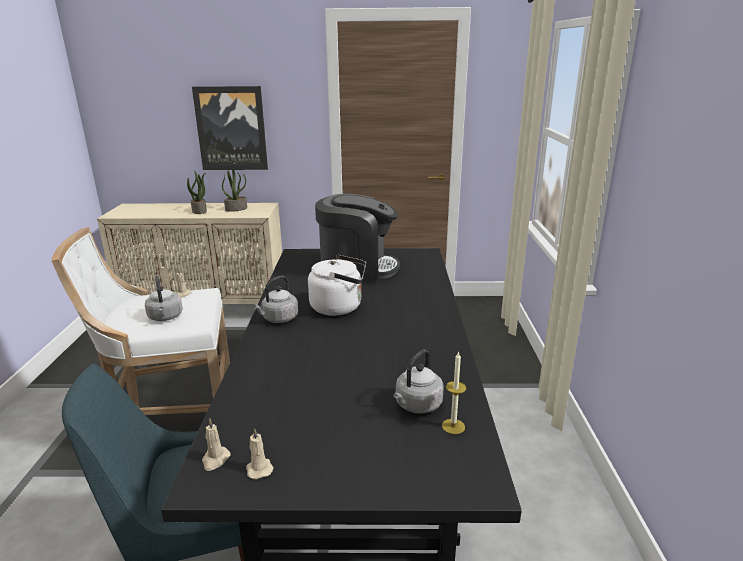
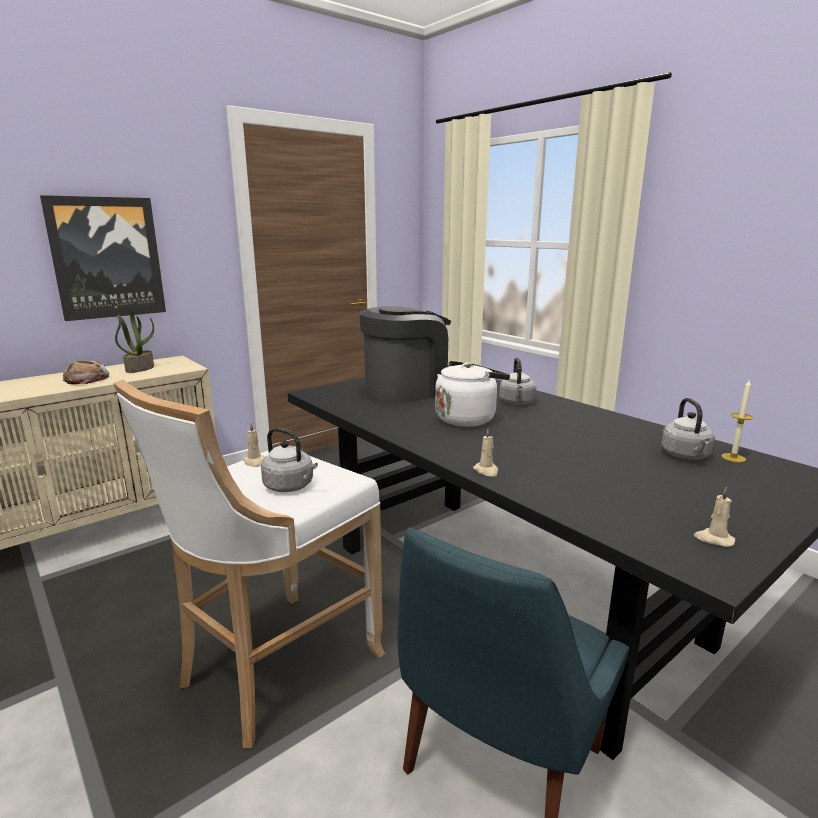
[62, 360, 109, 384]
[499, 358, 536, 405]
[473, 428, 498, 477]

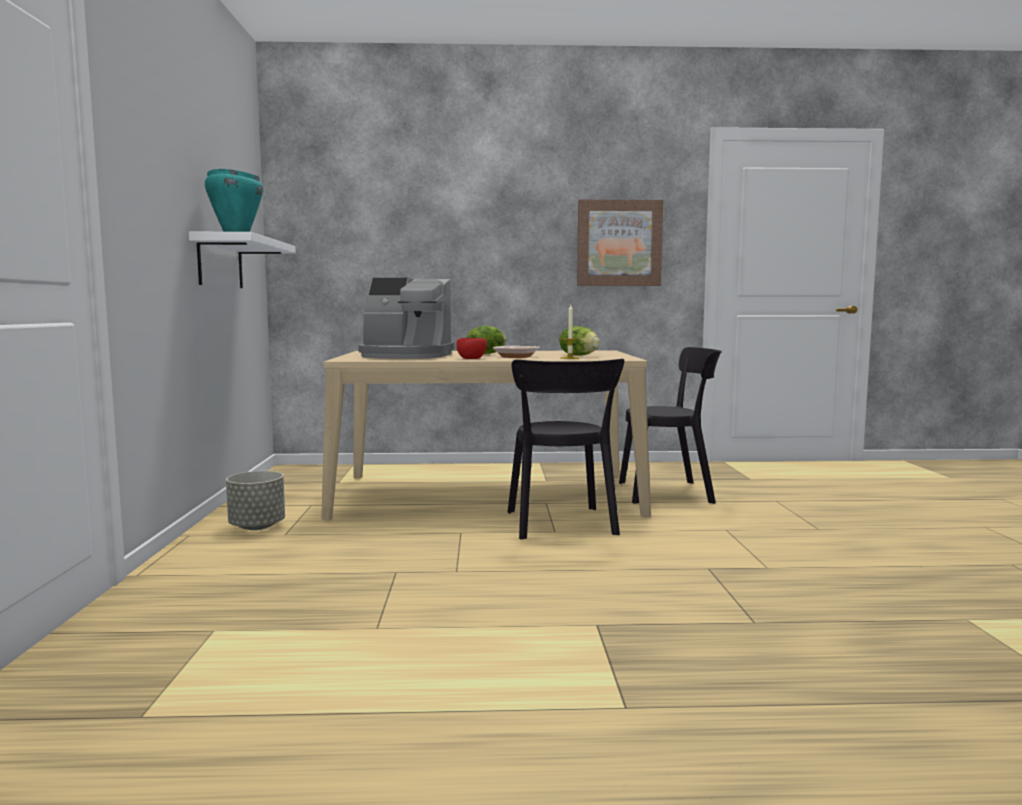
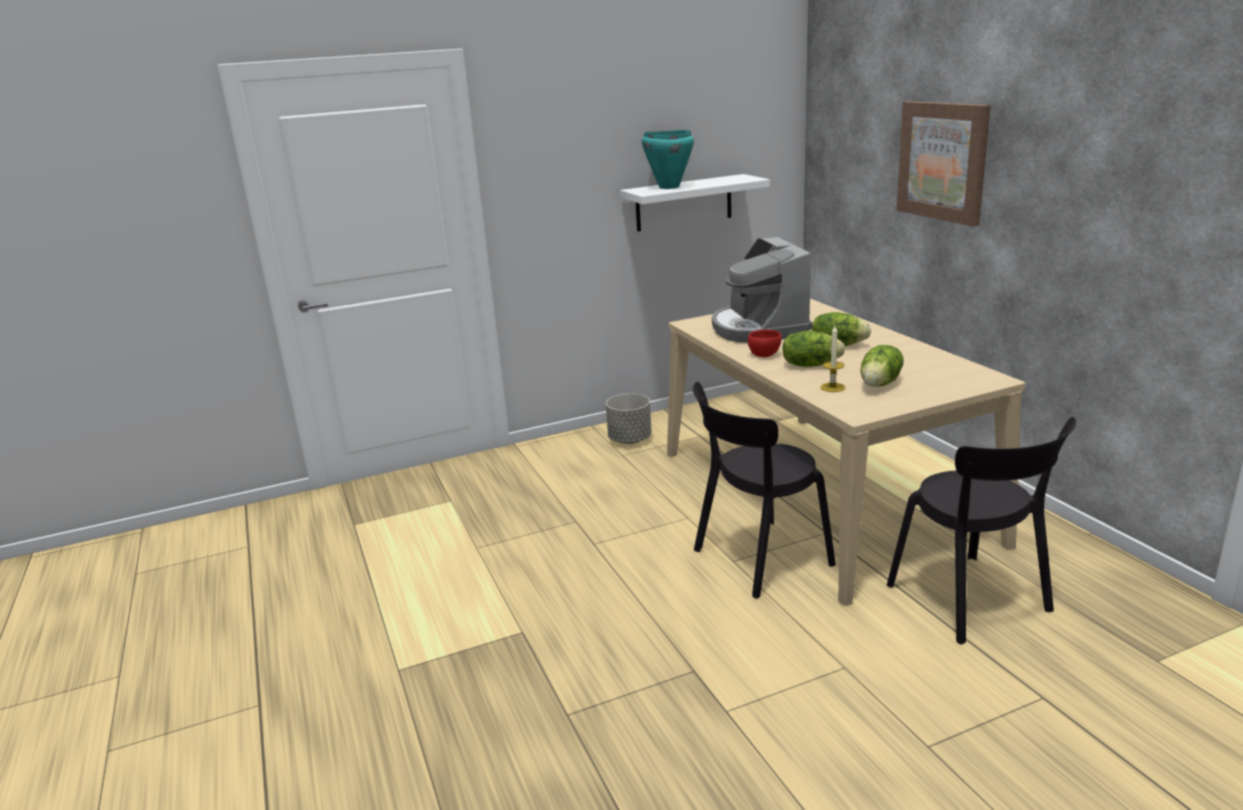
[897, 101, 991, 227]
[782, 331, 845, 367]

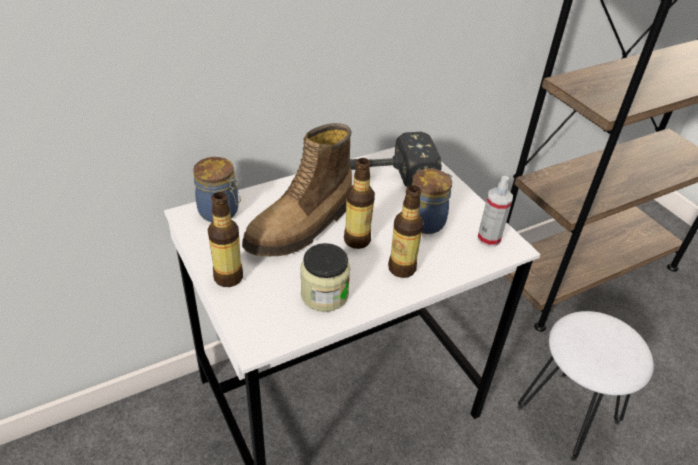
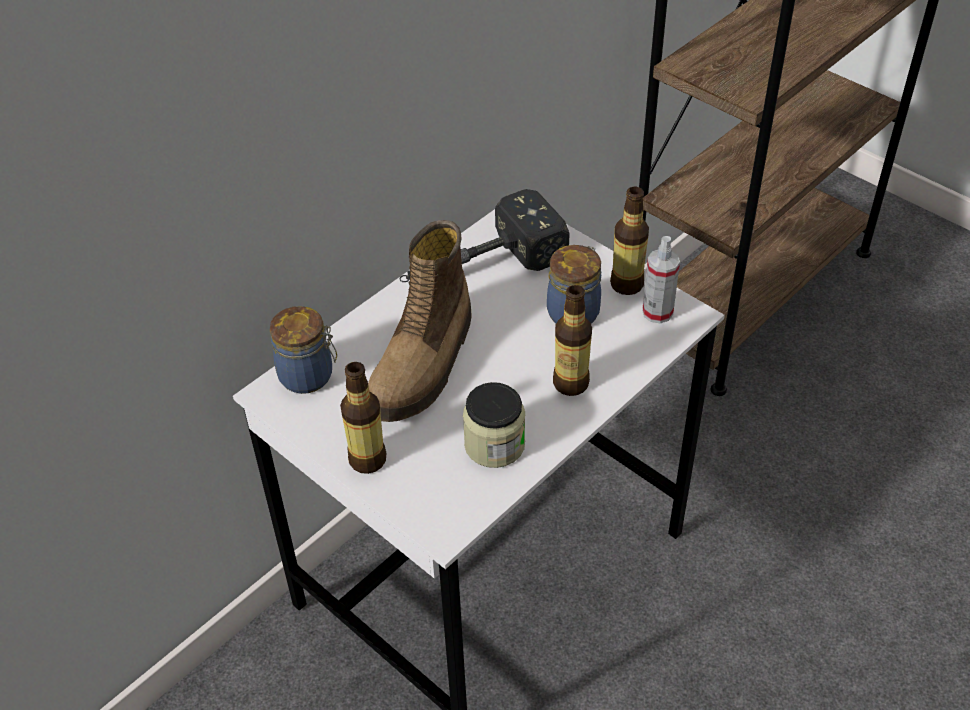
[610, 187, 649, 295]
[517, 311, 654, 462] (first image)

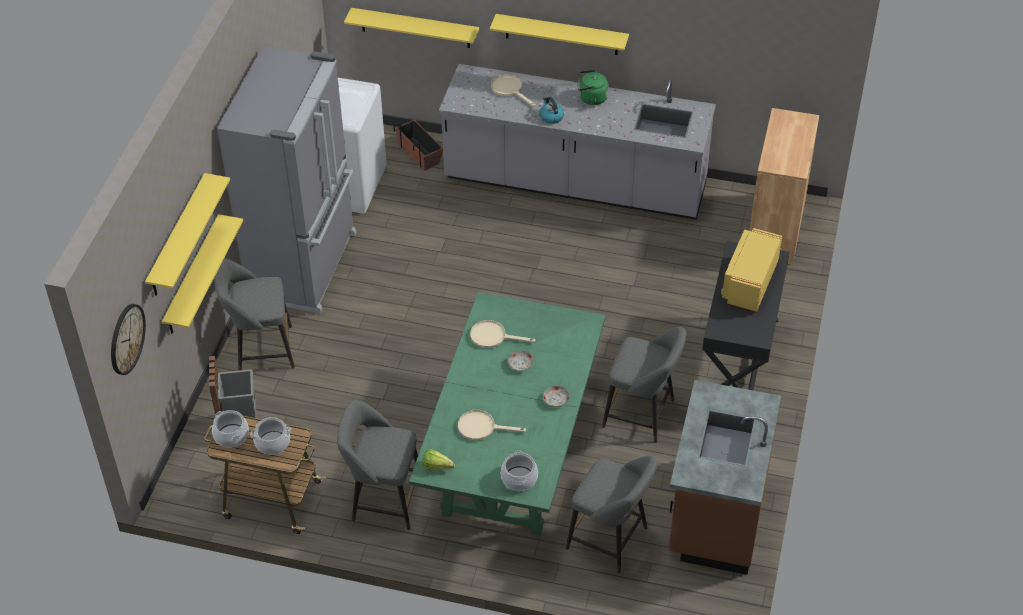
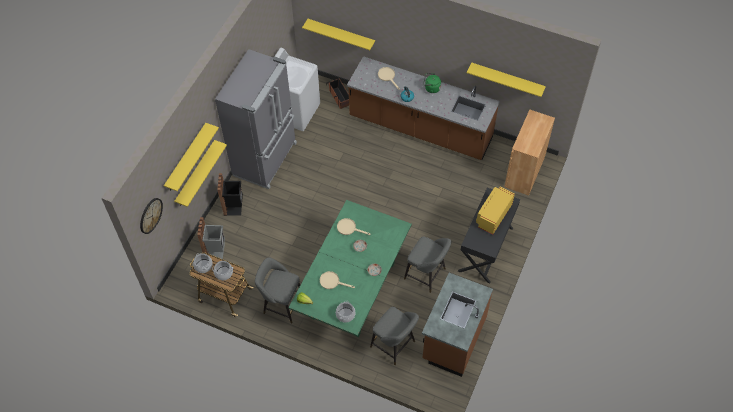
[467, 62, 546, 97]
[347, 56, 500, 160]
[217, 173, 243, 216]

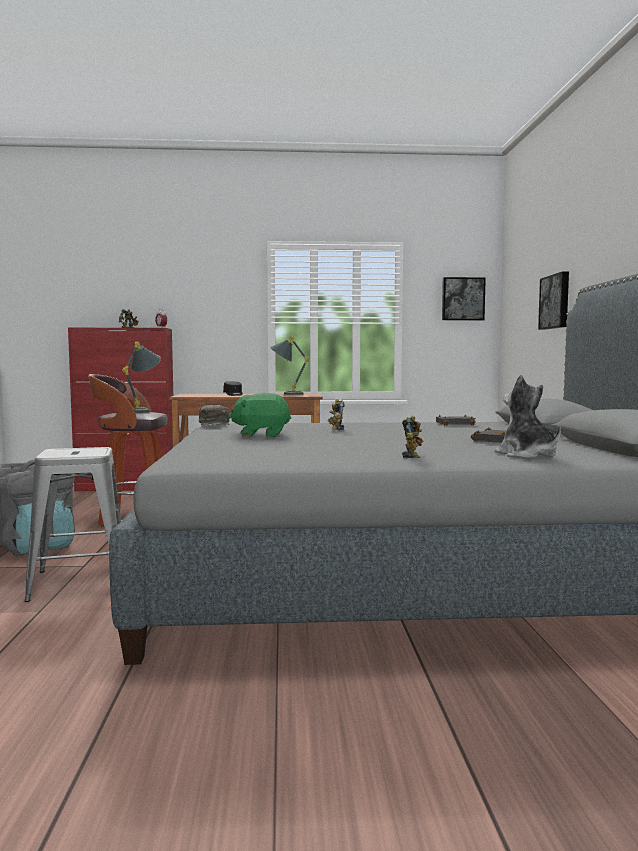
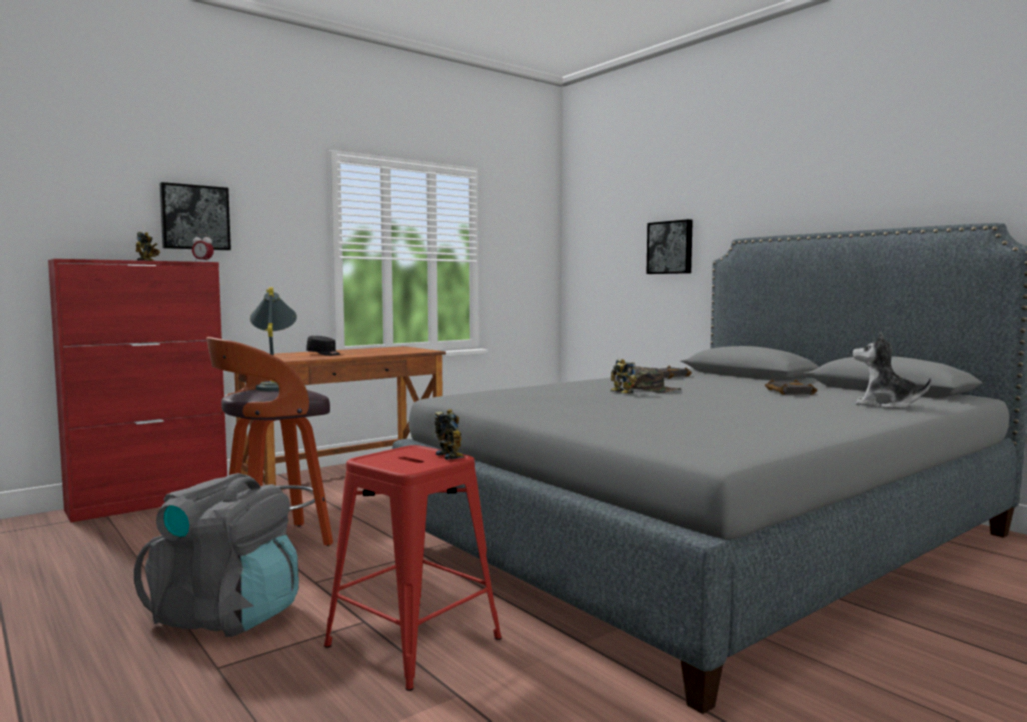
[159, 182, 231, 250]
[270, 336, 309, 395] (first image)
[228, 393, 291, 437] (first image)
[626, 366, 681, 393]
[434, 409, 464, 460]
[324, 445, 502, 691]

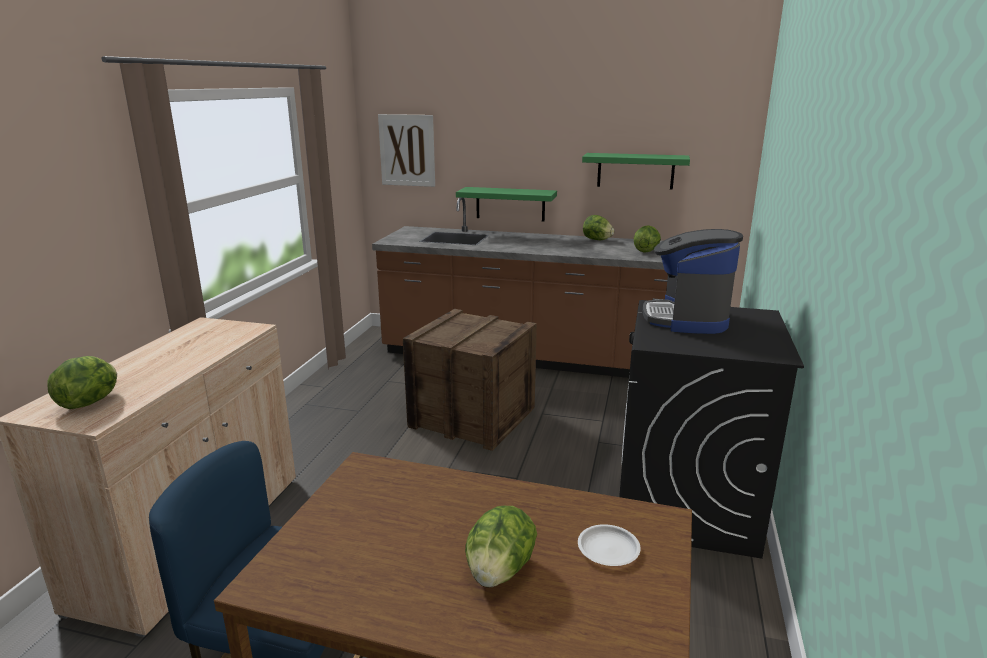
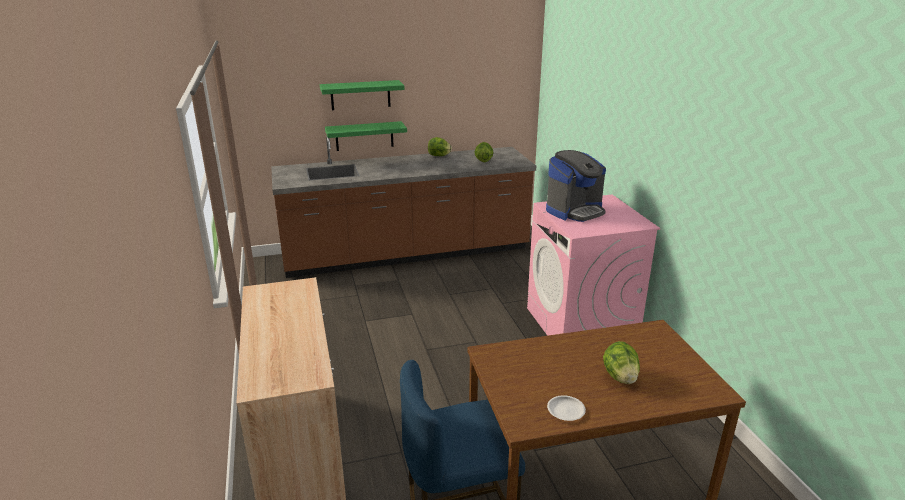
[378, 114, 435, 187] (first image)
[320, 80, 404, 110]
[546, 150, 606, 222]
[527, 195, 660, 336]
[403, 309, 537, 451] (first image)
[47, 356, 117, 409] (first image)
[547, 395, 586, 421]

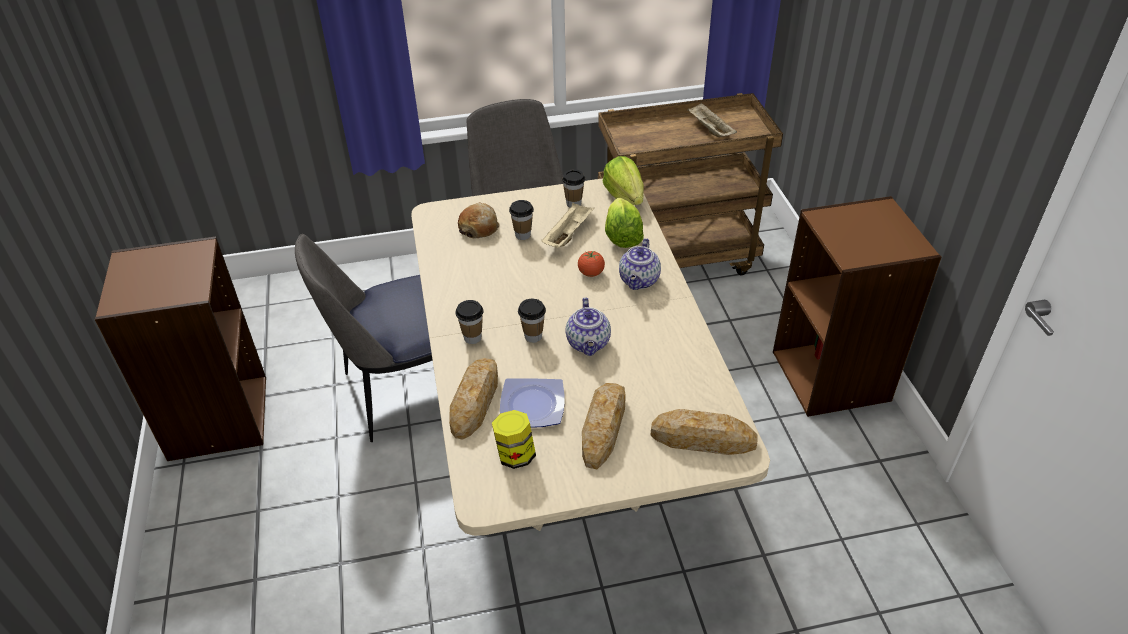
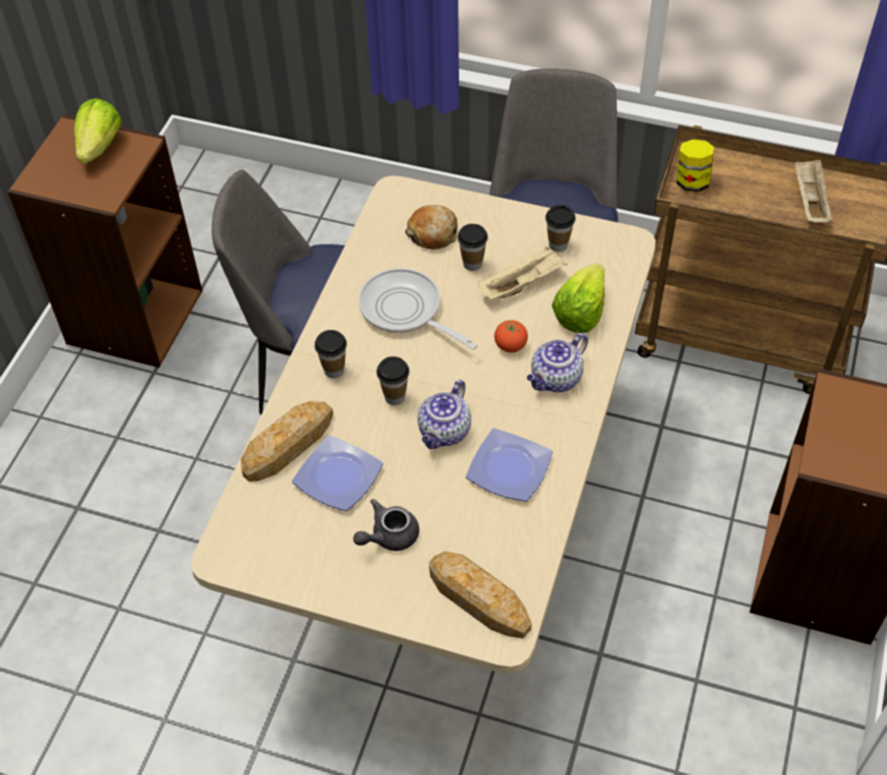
[74, 98, 122, 164]
[353, 499, 419, 551]
[677, 139, 714, 192]
[358, 268, 478, 350]
[466, 428, 553, 502]

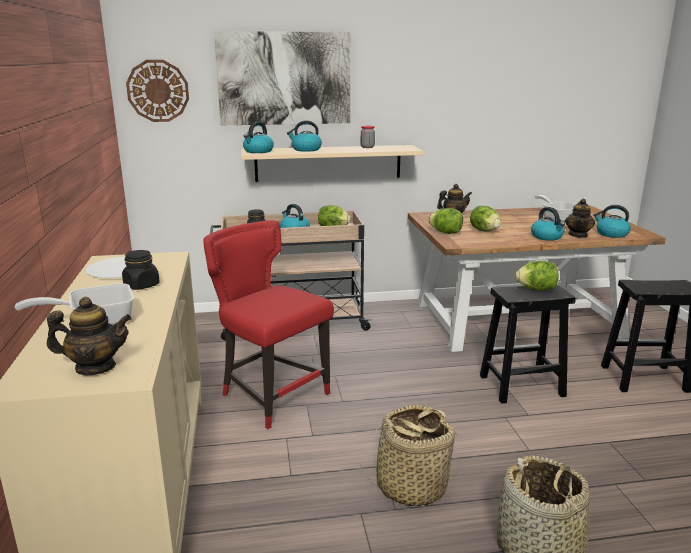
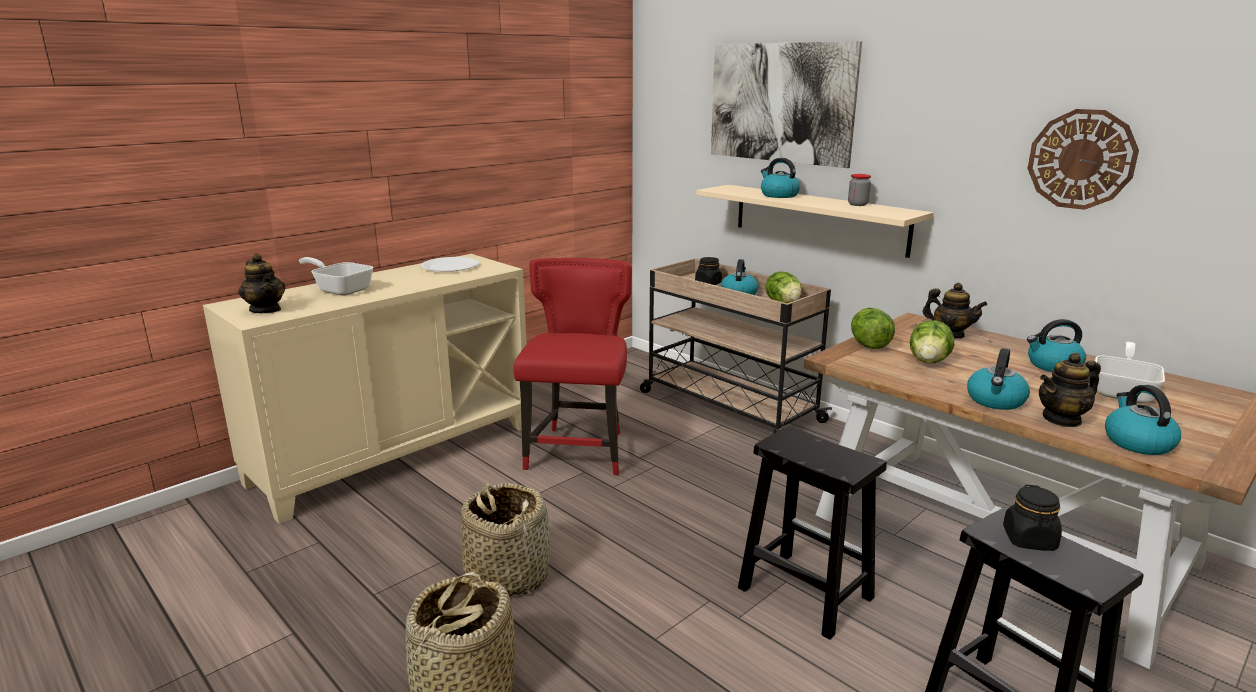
[1027, 109, 1139, 210]
[1027, 319, 1086, 372]
[1003, 485, 1062, 551]
[516, 261, 559, 291] (first image)

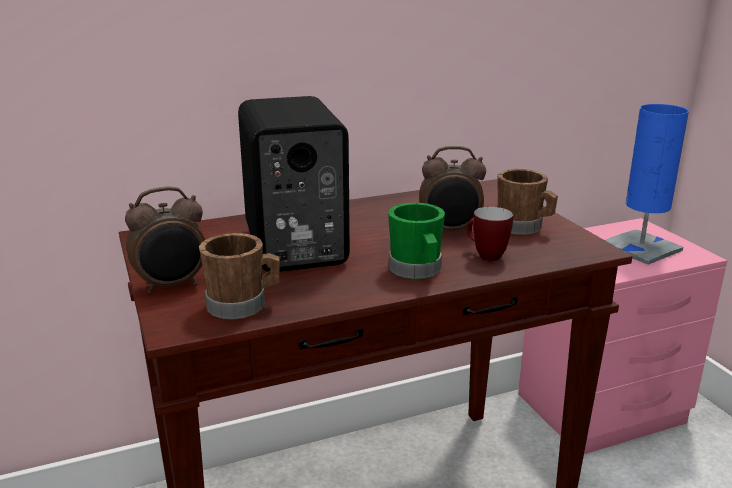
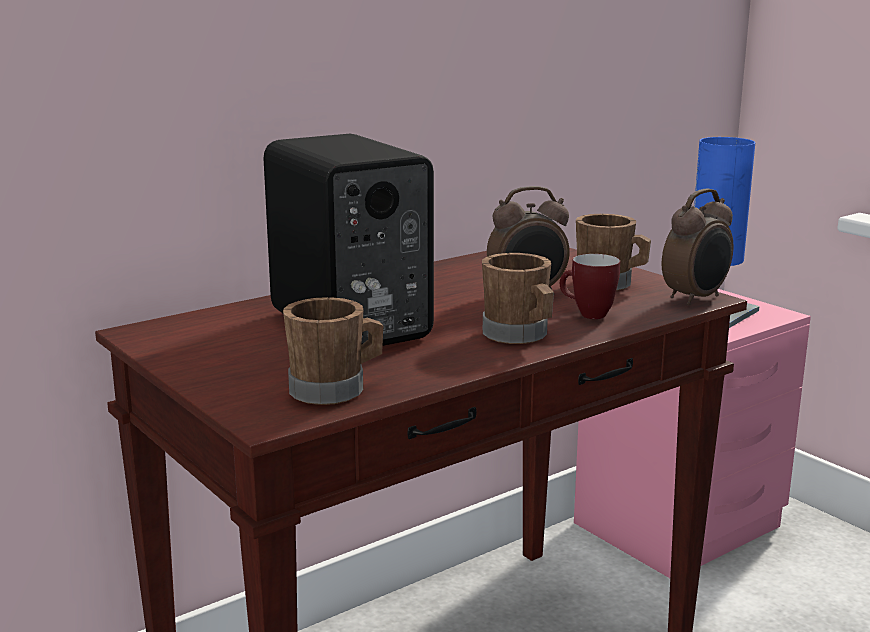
[662, 188, 733, 306]
[482, 253, 554, 344]

